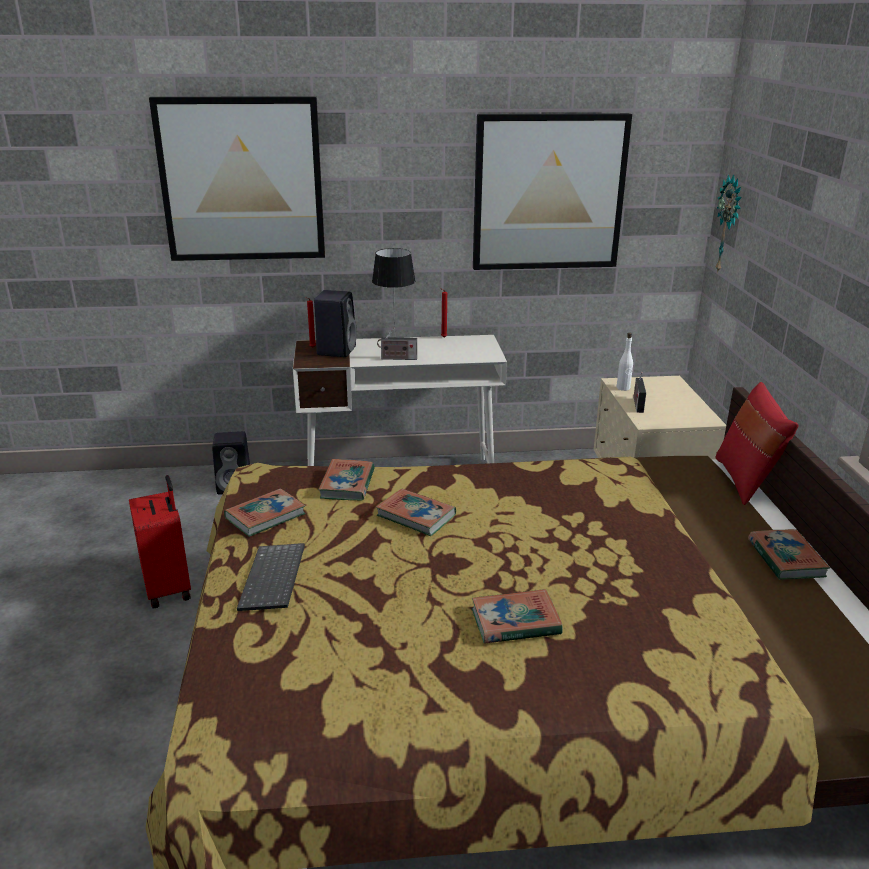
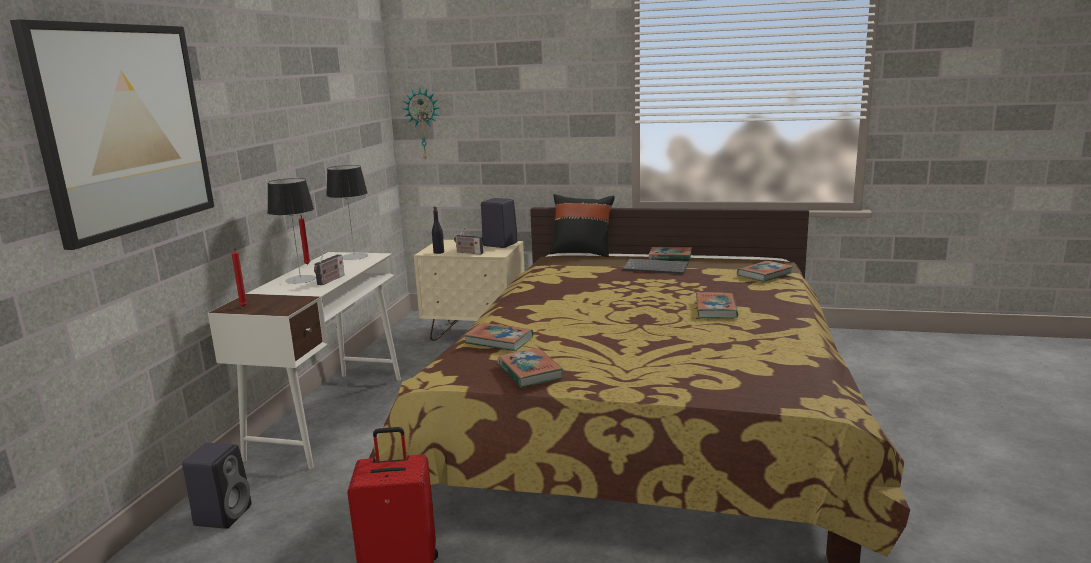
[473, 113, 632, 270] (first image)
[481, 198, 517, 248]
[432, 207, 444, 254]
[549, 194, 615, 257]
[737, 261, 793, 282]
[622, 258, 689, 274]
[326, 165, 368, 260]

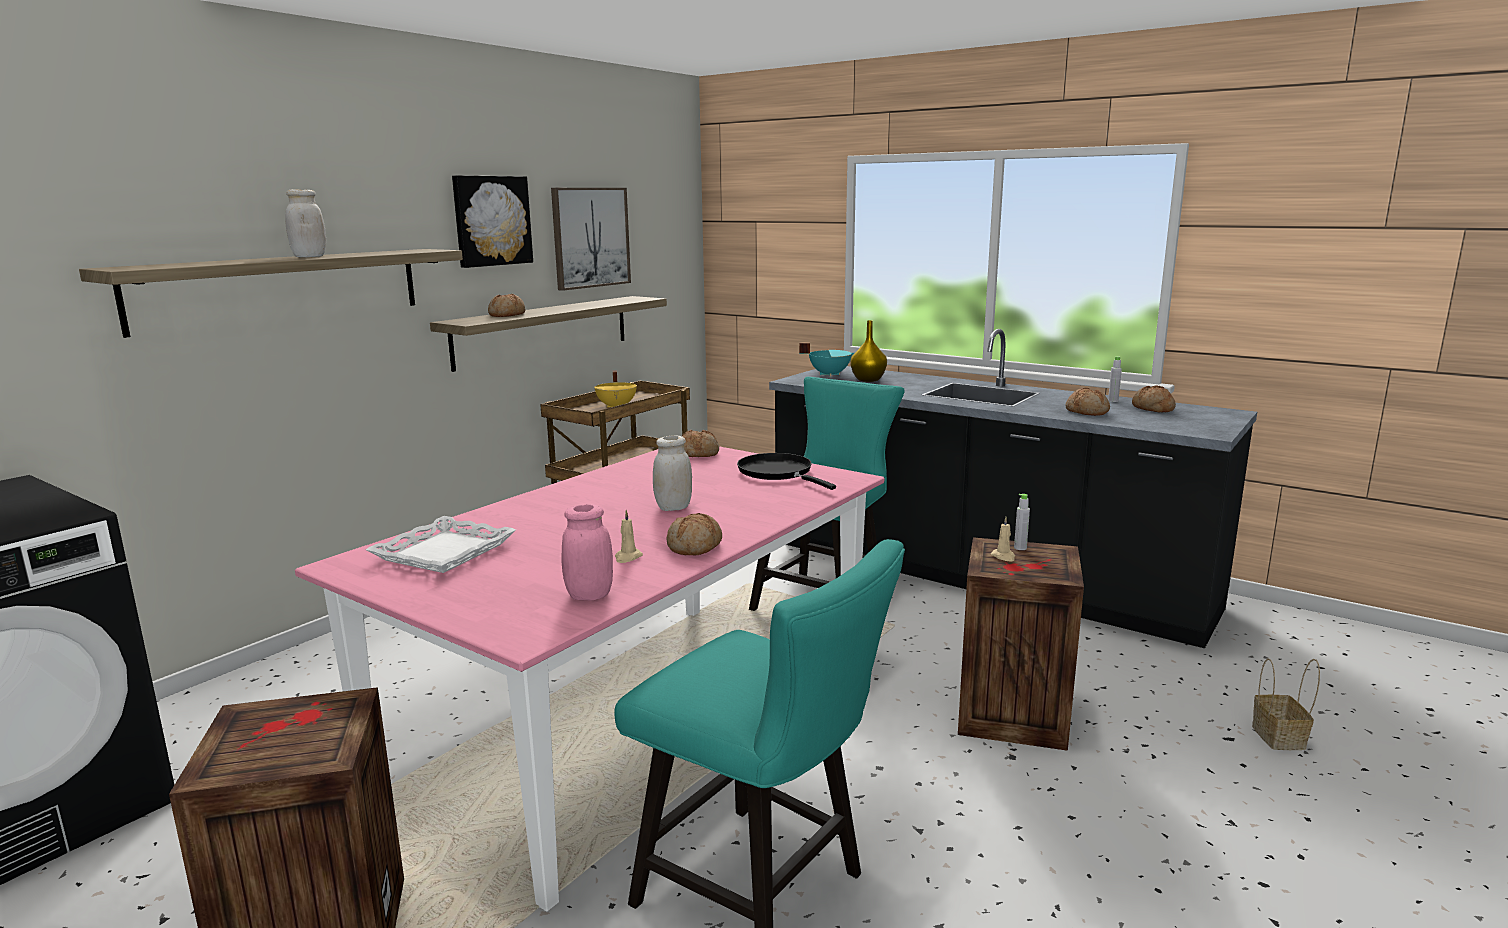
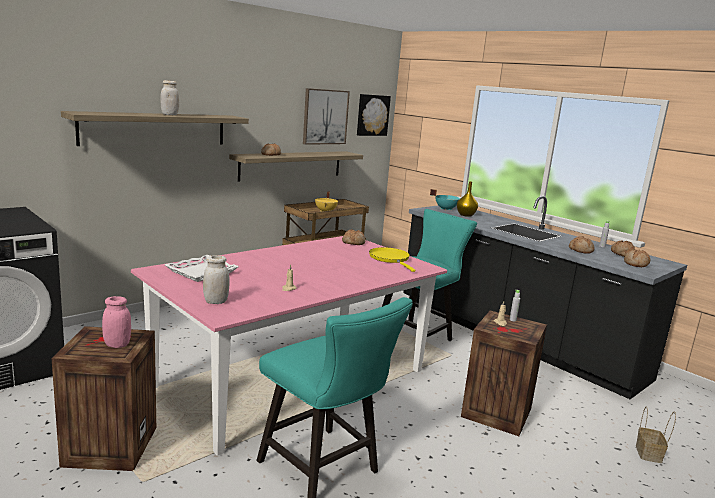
[357, 94, 391, 136]
[203, 255, 230, 304]
[369, 247, 415, 272]
[102, 296, 131, 348]
[624, 250, 650, 267]

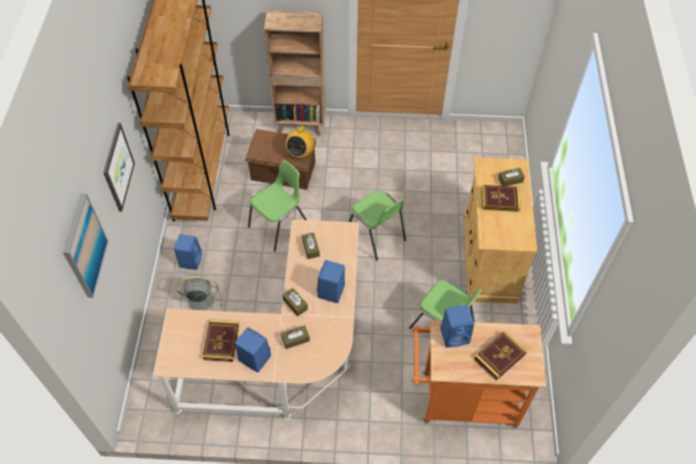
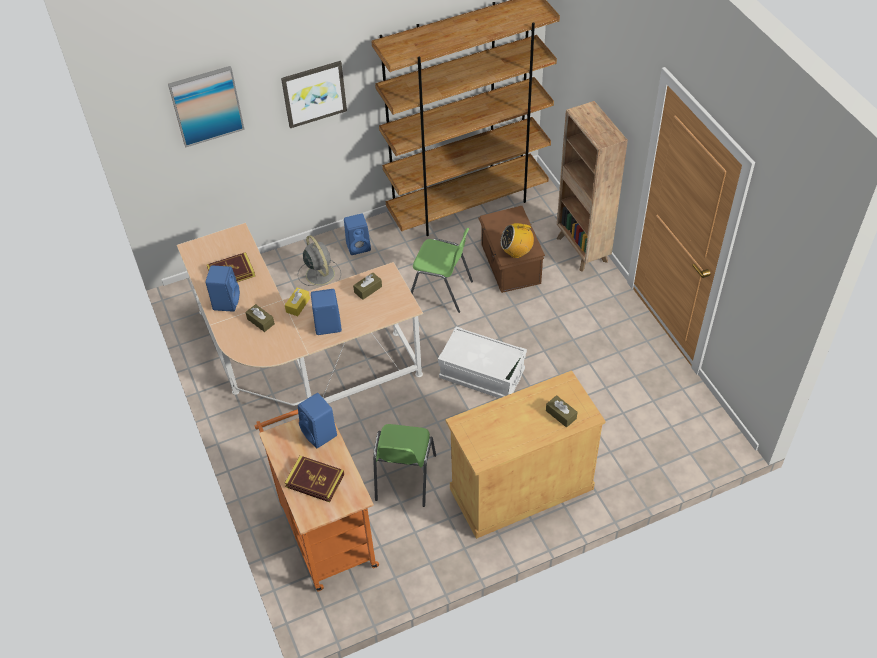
[481, 185, 521, 212] (first image)
[438, 326, 527, 398]
[285, 288, 310, 316]

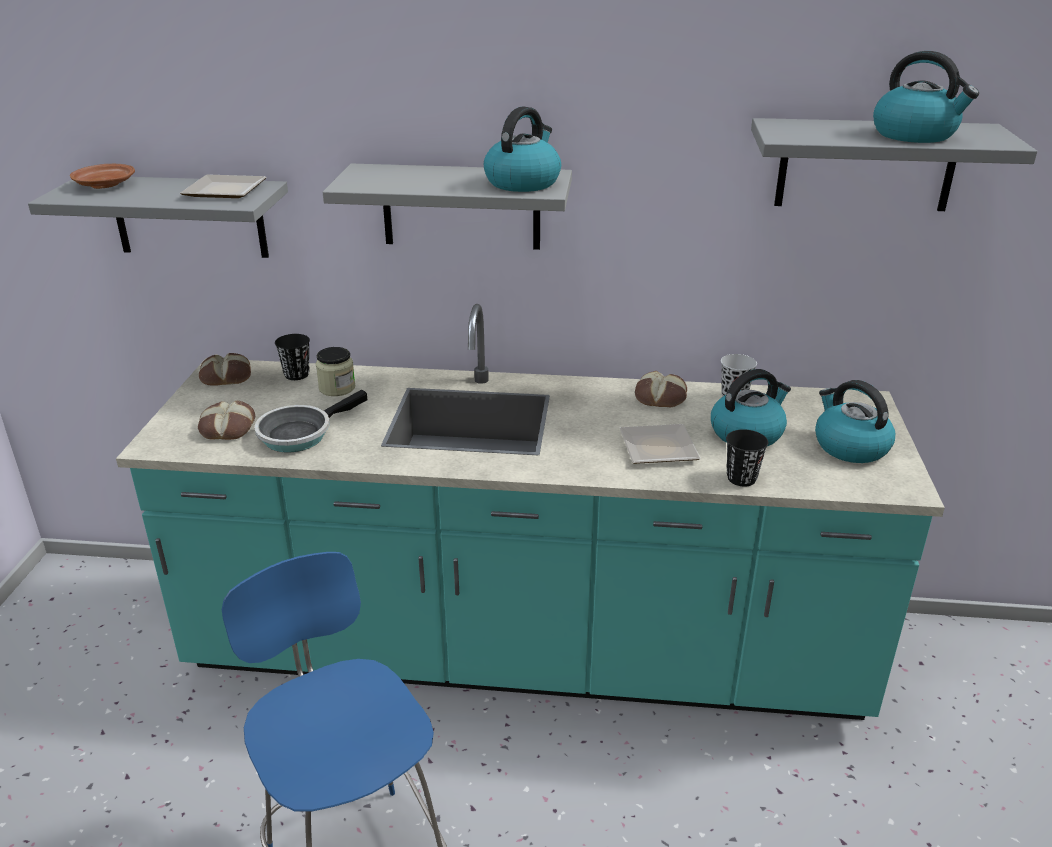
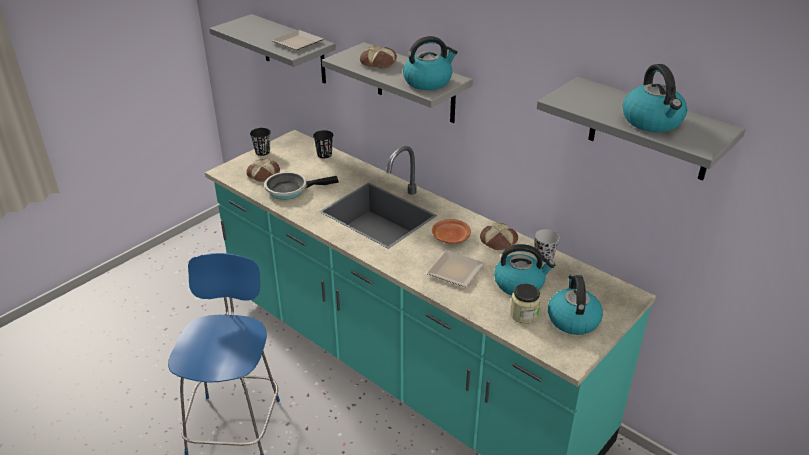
[432, 219, 471, 244]
[510, 284, 541, 324]
[360, 46, 397, 69]
[250, 128, 271, 156]

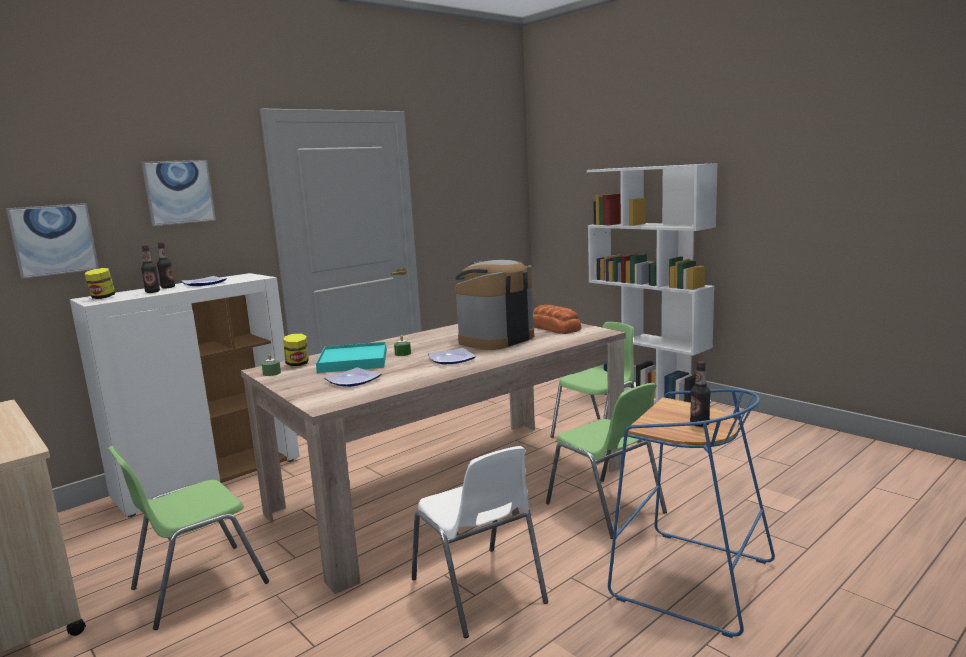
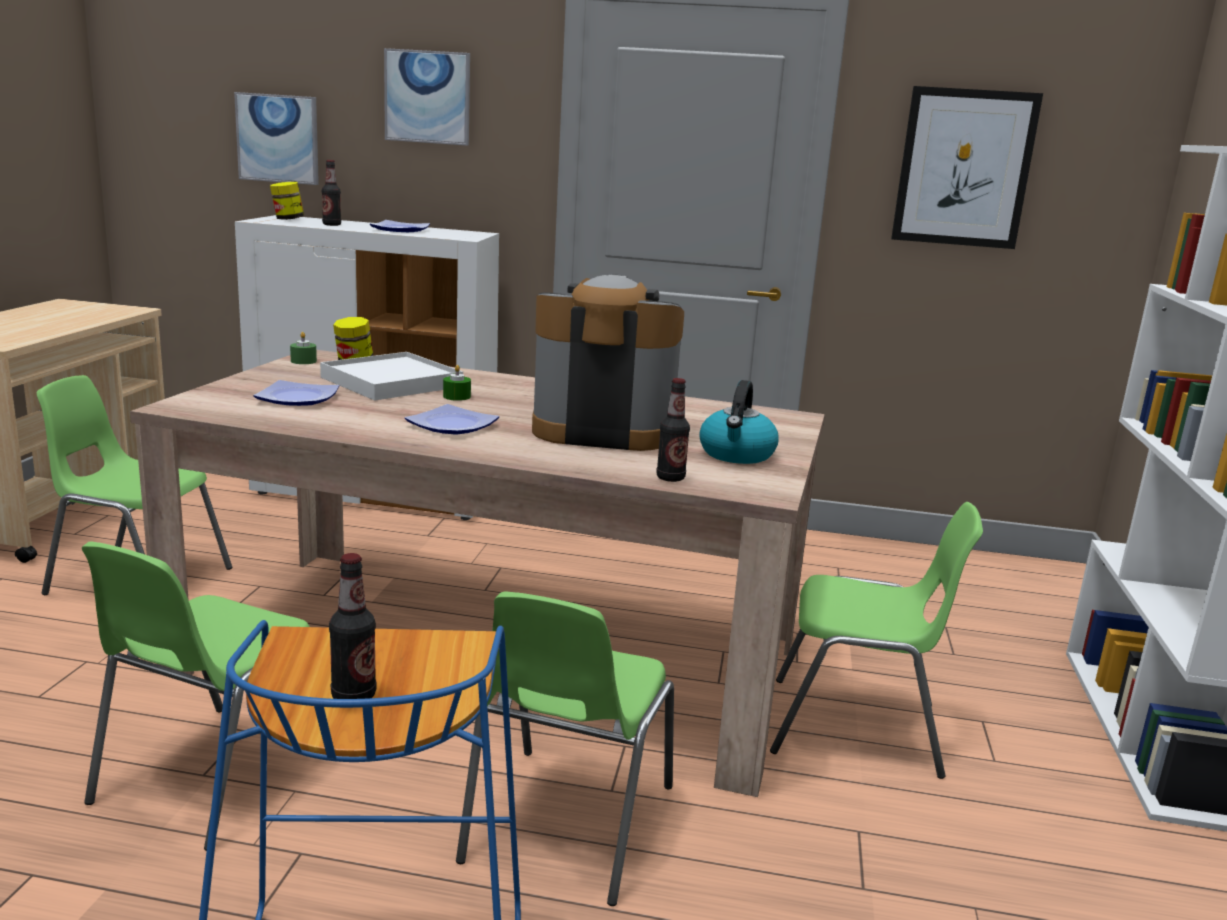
[656, 378, 690, 482]
[699, 380, 779, 464]
[320, 352, 463, 401]
[82, 542, 310, 851]
[891, 86, 1043, 249]

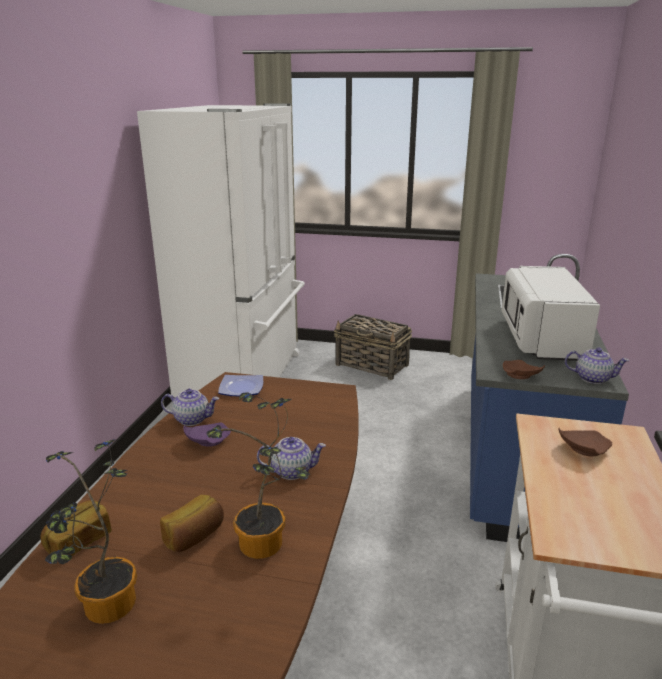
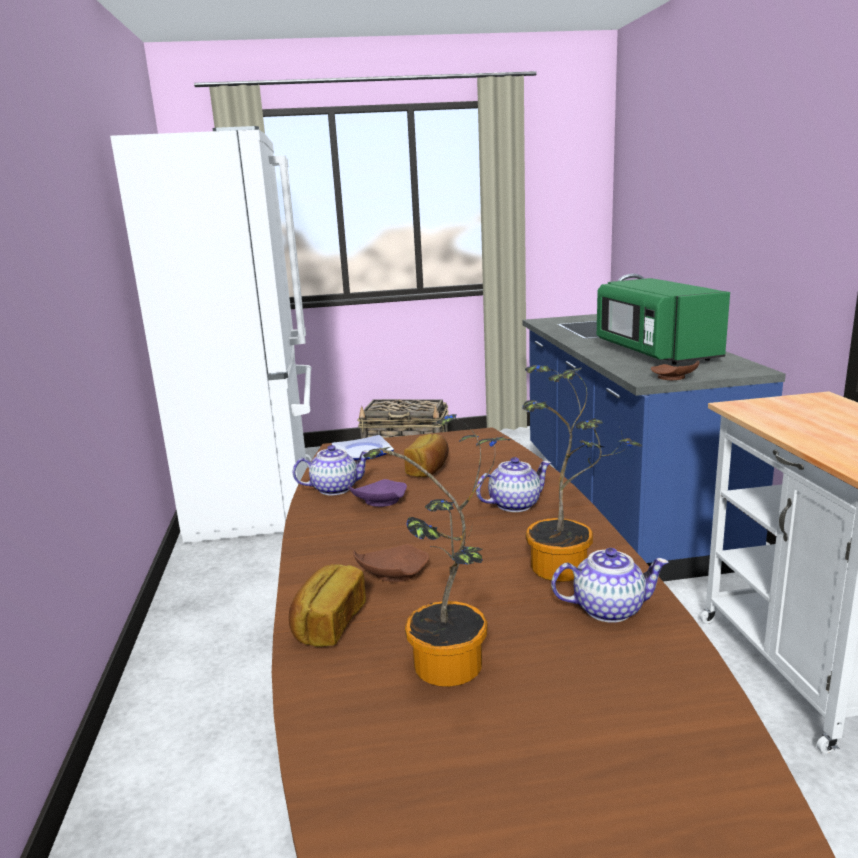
[597, 278, 730, 365]
[551, 548, 669, 623]
[353, 544, 429, 582]
[404, 434, 449, 477]

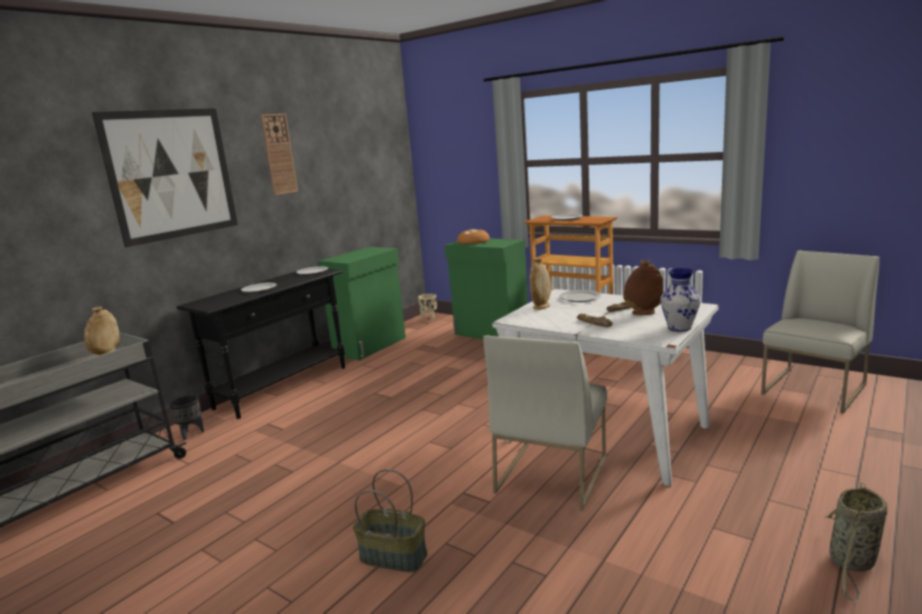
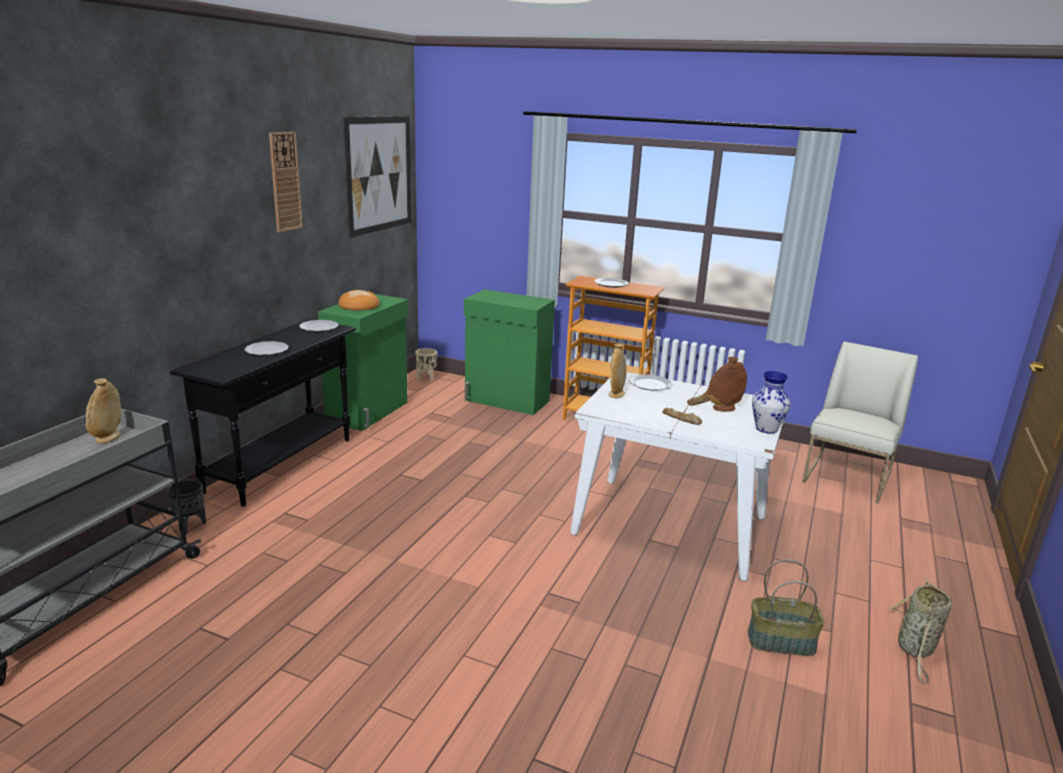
[343, 116, 411, 238]
[338, 290, 380, 310]
[483, 335, 607, 511] (first image)
[748, 559, 825, 656]

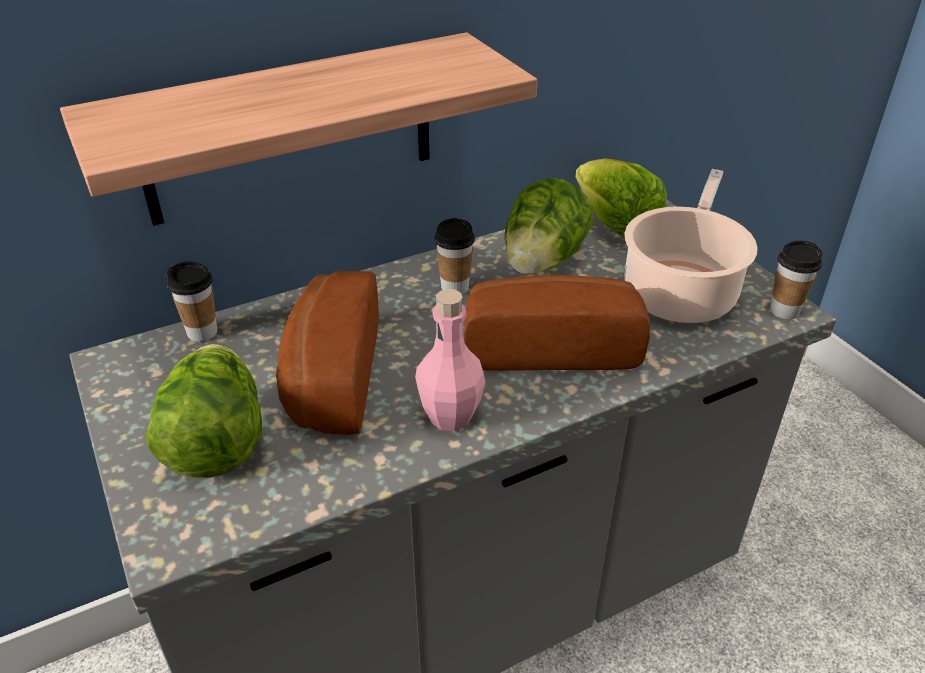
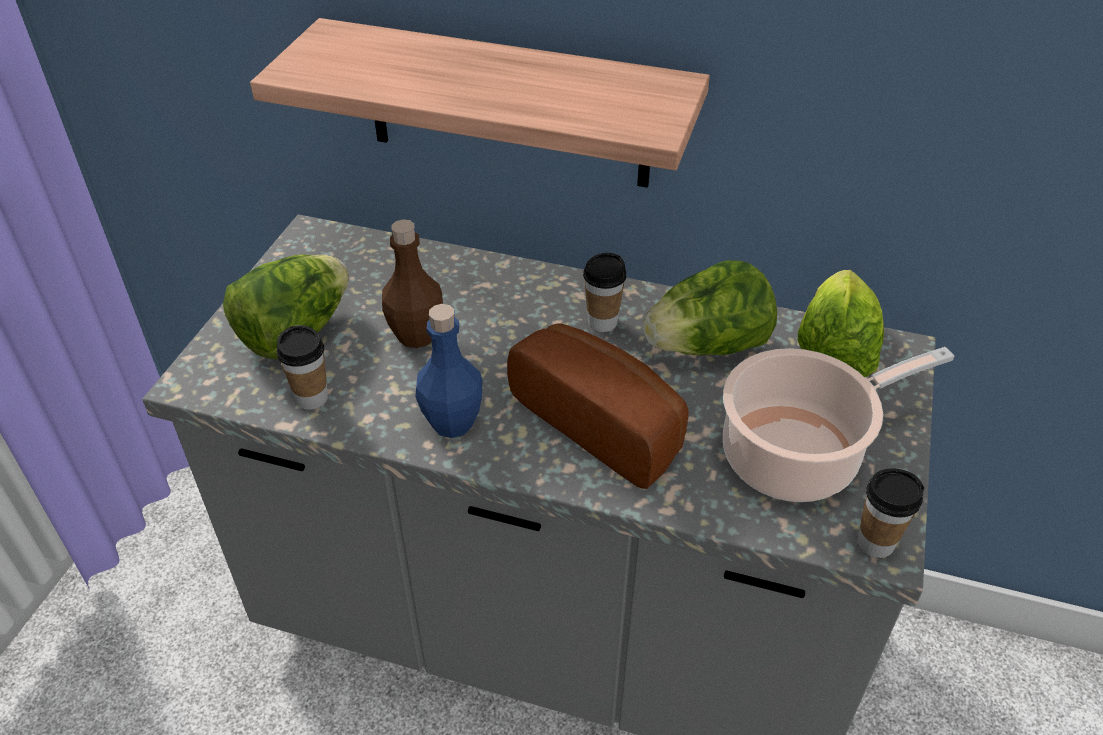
[277, 325, 328, 410]
[382, 219, 443, 348]
[415, 304, 482, 438]

